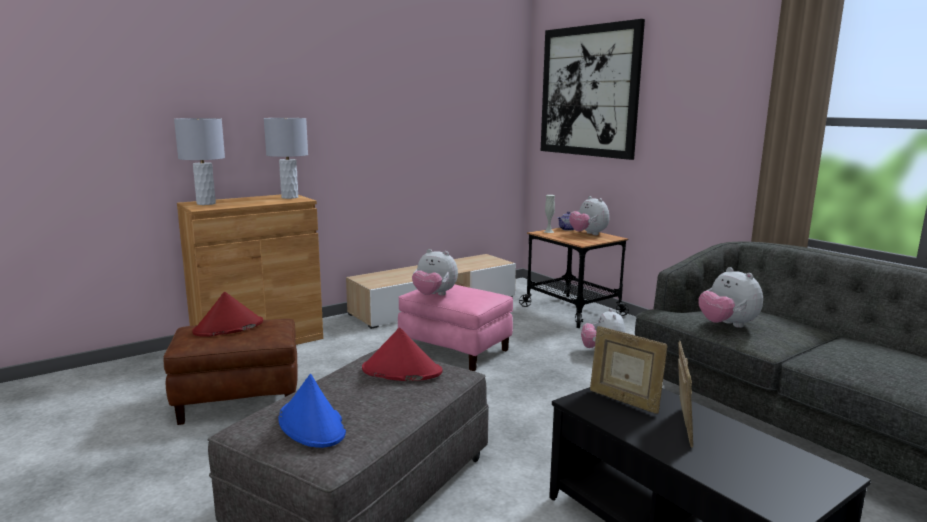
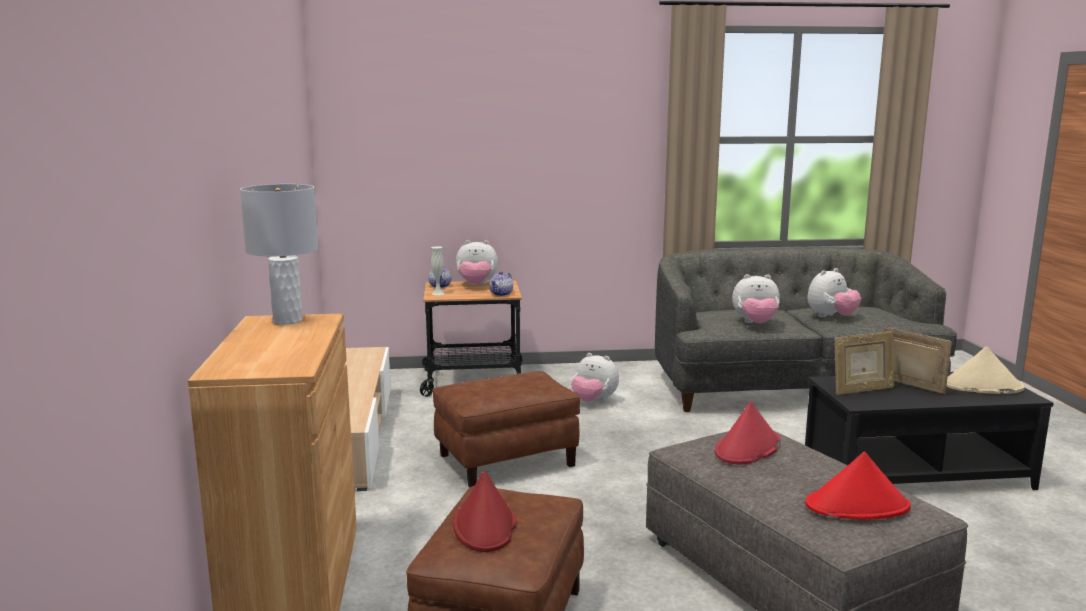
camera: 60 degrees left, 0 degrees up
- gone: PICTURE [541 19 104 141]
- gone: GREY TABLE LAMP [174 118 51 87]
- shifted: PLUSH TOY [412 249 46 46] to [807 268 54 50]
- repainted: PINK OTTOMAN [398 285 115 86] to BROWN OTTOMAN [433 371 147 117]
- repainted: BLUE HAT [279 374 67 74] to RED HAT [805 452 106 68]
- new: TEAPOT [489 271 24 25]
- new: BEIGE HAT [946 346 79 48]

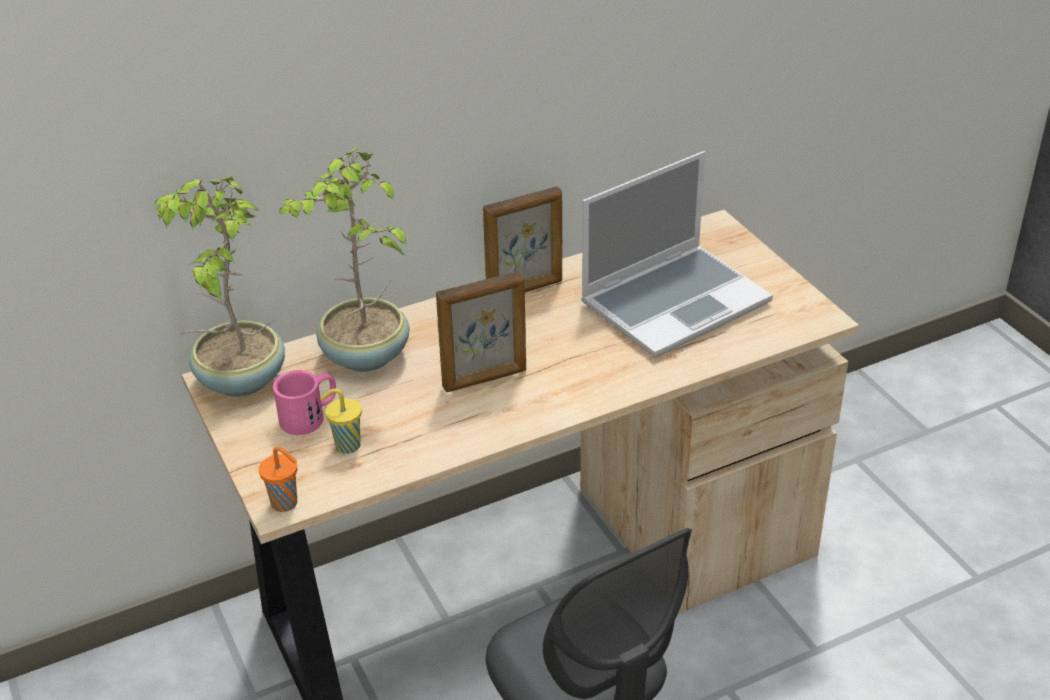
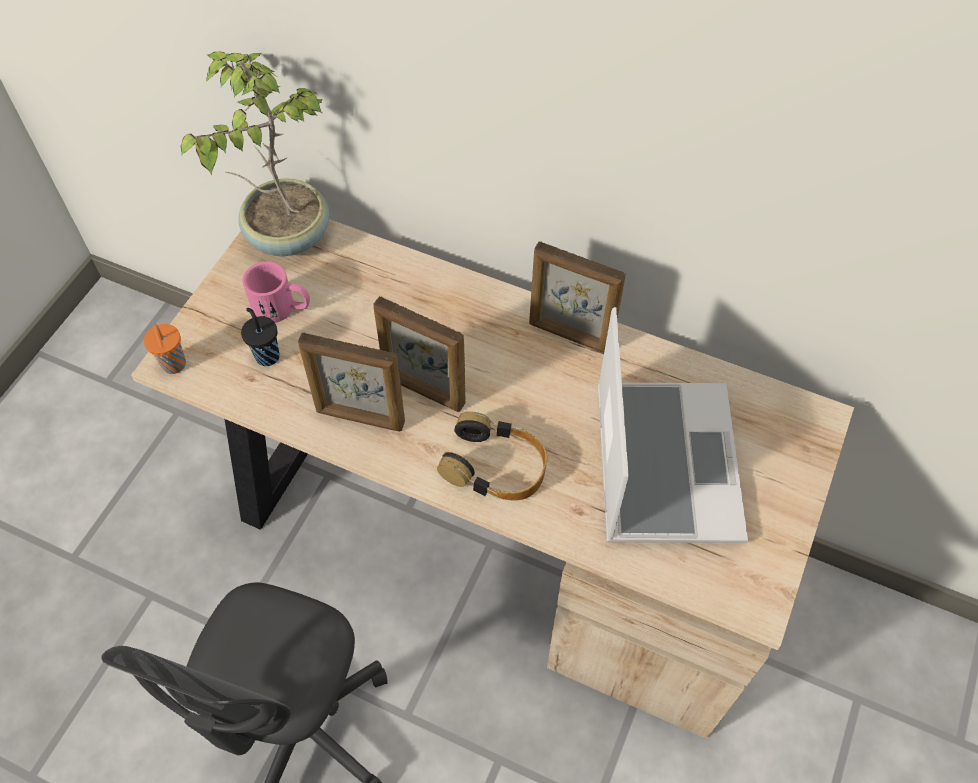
camera: 50 degrees right, 20 degrees up
- gone: POTTED PLANT [278 147 131 225]
- rotated: LAPTOP [581 151 192 206] = [598 307 150 236] 105 degrees counterclockwise
- repainted: YELLOW CUP [320 389 42 65] to BLACK CUP [241 308 38 58]
- new: PICTURE FRAME [298 333 107 98]
- new: HEADPHONES [437 412 110 88]

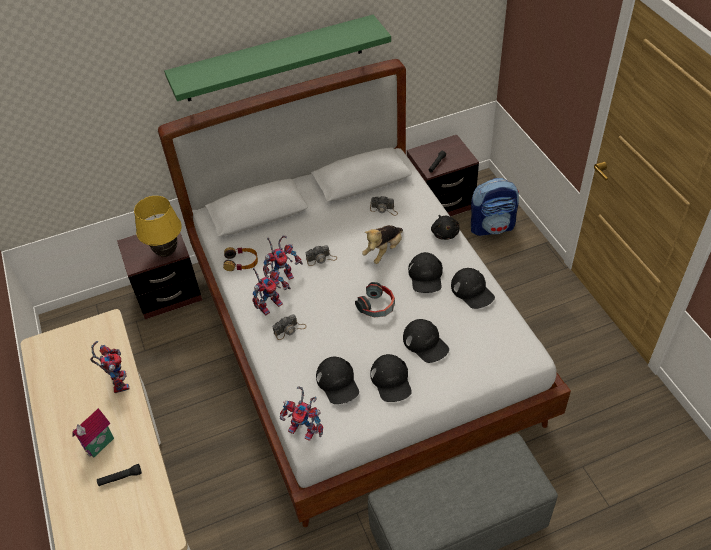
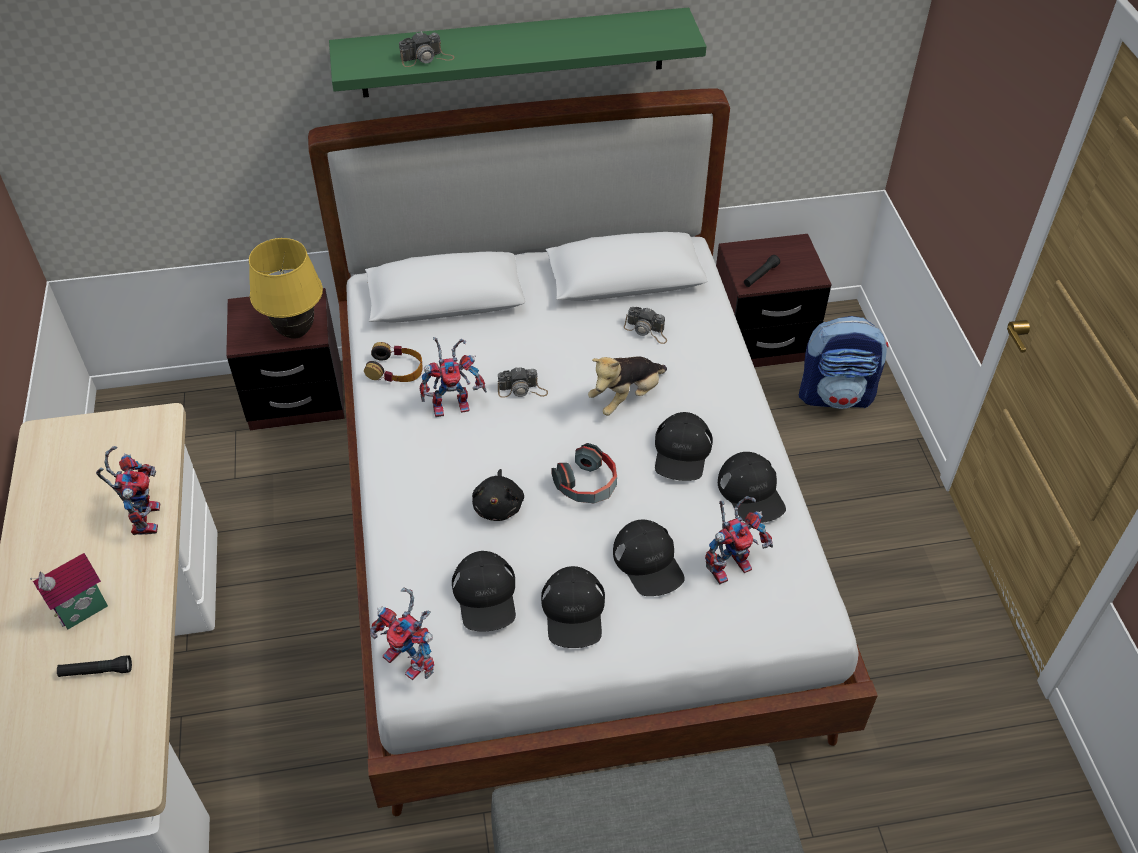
camera: 10 degrees right, 0 degrees up
- shifted: BLACK PLUSH TOY [431 215 29 25] to [472 469 52 52]
- shifted: TOY ROBOT [253 263 38 53] to [705 496 68 89]
- shifted: PHOTO CAMERA [273 314 34 26] to [399 31 56 36]

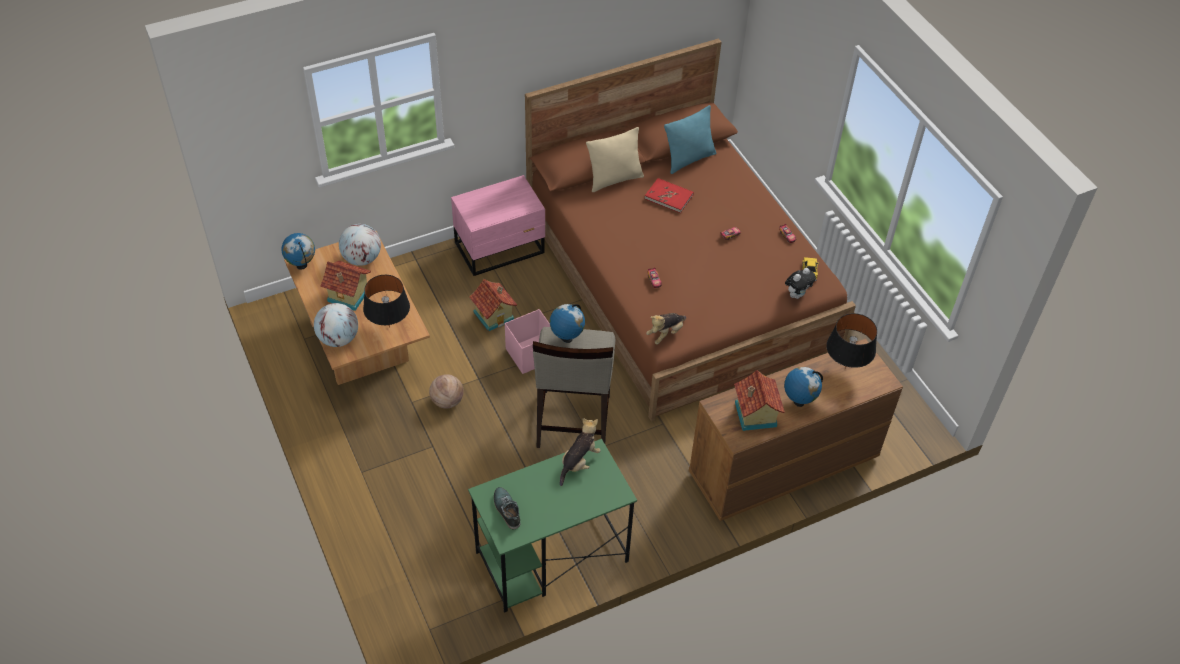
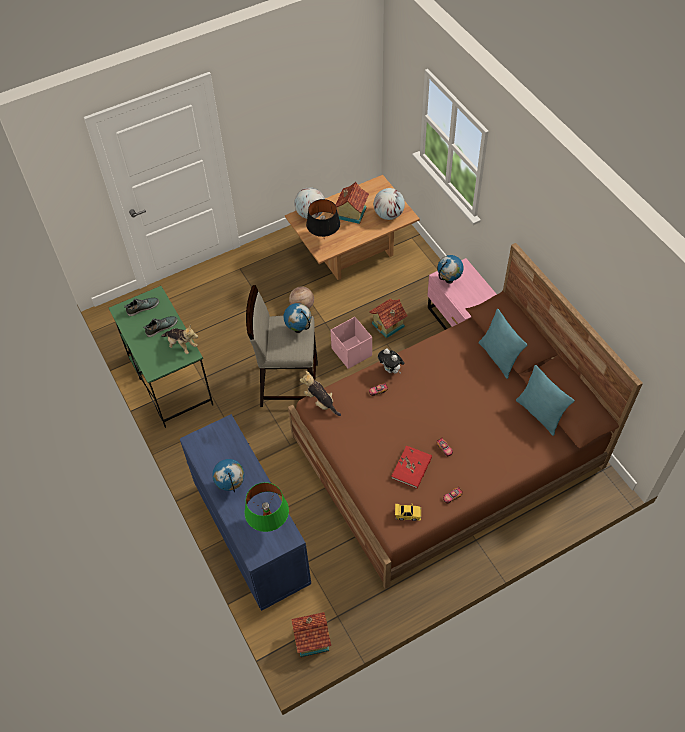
camera: 90 degrees right, 5 degrees up
- repainted: BEIGE PILLOW [586 127 58 65] to TURQUOISE PILLOW [479 309 49 70]
- shifted: RED BOOK [645 178 49 35] to [391 446 41 43]
- shifted: GLOBE [281 233 34 37] to [437 255 27 29]
- shifted: PLUSH TOY [785 268 31 31] to [378 349 26 25]
- repainted: BLACK TABLE LAMP [826 313 51 56] to GREEN TABLE LAMP [245 482 44 50]
- repainted: BROWN DRESSER [689 338 214 183] to BLUE DRESSER [180 414 131 197]
- shifted: TOY HOUSE [734 370 51 61] to [291 612 40 45]
- new: SHOE [143 316 35 21]

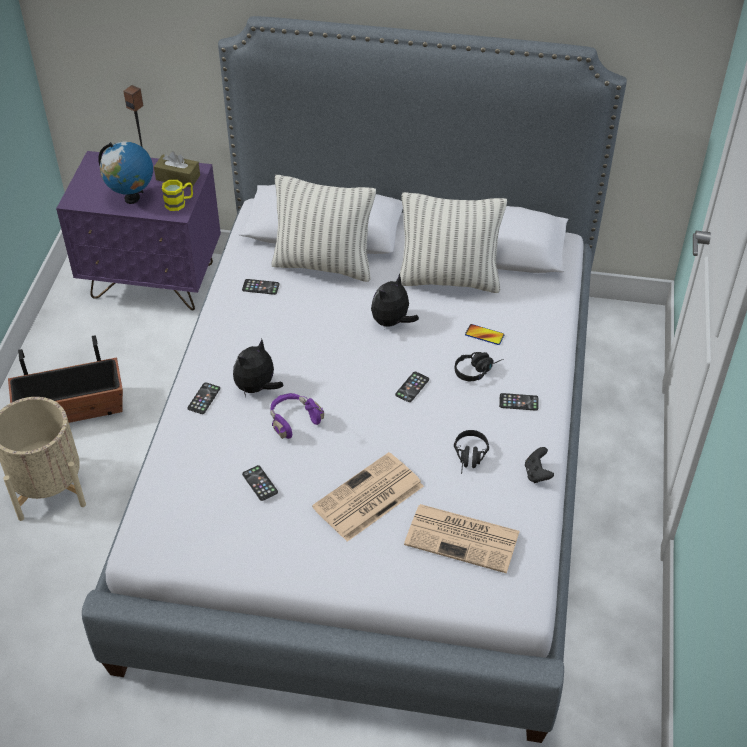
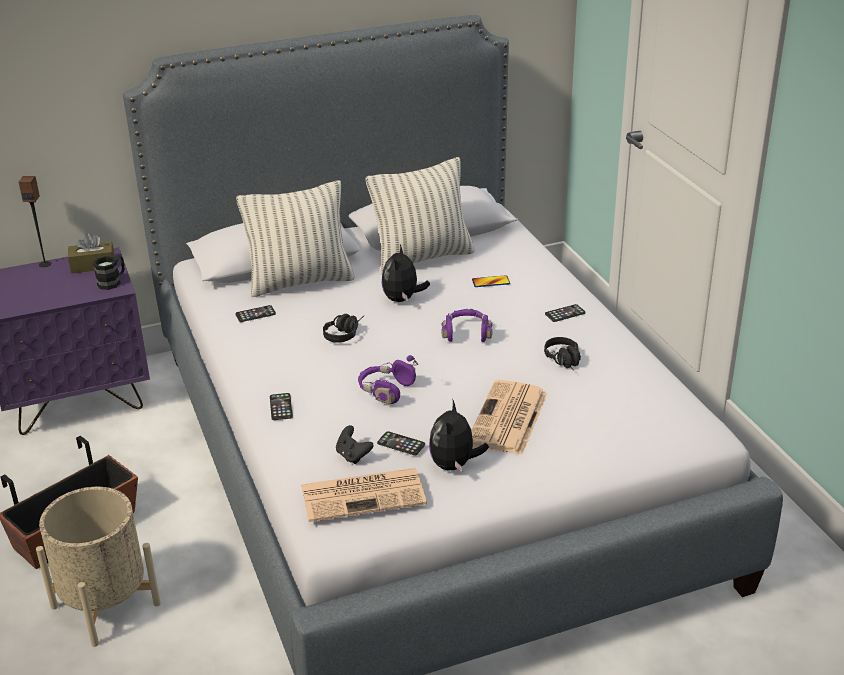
camera: 30 degrees left, 15 degrees down
- gone: GLOBE [98 142 55 62]
- repainted: YELLOW MUG [162 180 31 31] to BLACK MUG [93 256 31 34]
- shifted: PLUSH TOY [233 339 50 58] to [429 400 60 72]
- shifted: BLACK HEADPHONES [455 352 48 29] to [323 314 42 29]
- swapped: PHONE [395 372 34 30] to PURPLE HEADPHONES [441 309 52 33]
- shifted: BLACK GAME CONTROLLER [525 447 29 36] to [336 425 38 39]
- shifted: NEWSPAPER [404 504 116 69] to [301 468 126 54]

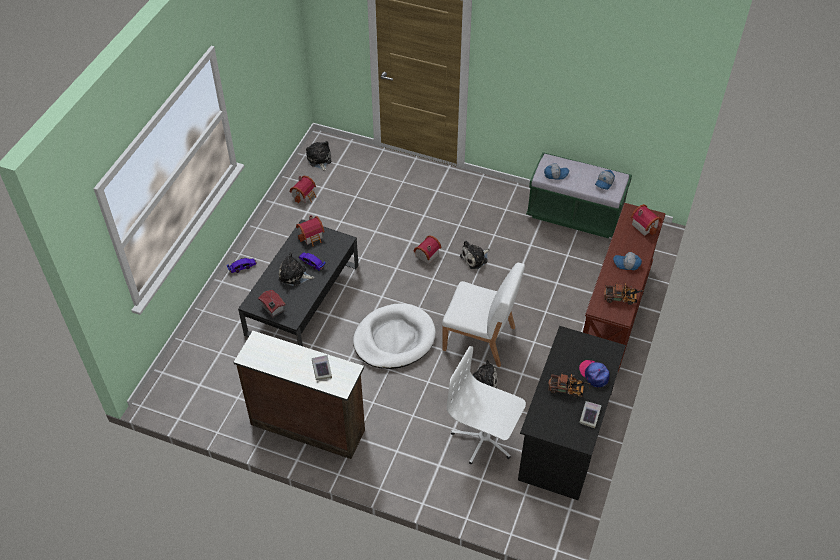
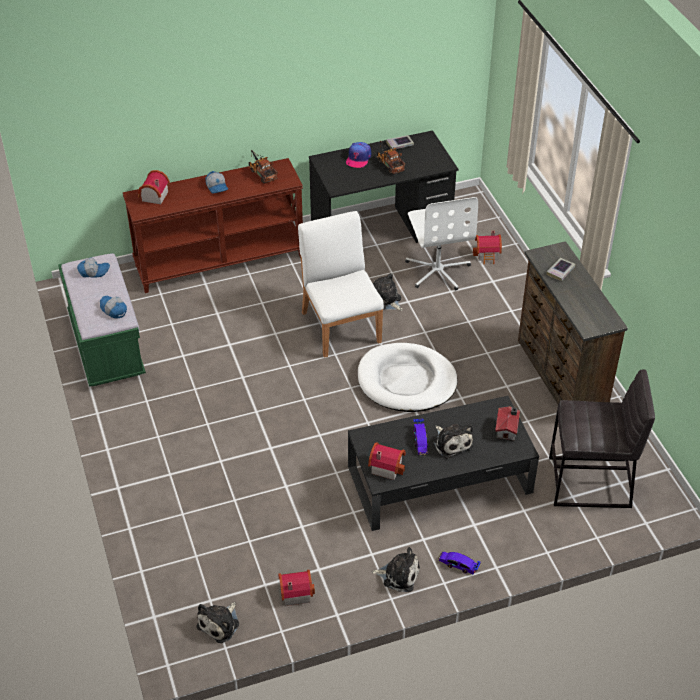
camera: 130 degrees left, 5 degrees down
- shifted: TOY HOUSE [414 235 27 29] to [473 231 29 33]
- shifted: PLUSH TOY [460 240 29 29] to [371 547 49 45]
- new: GREY STOOL [549 370 106 138]

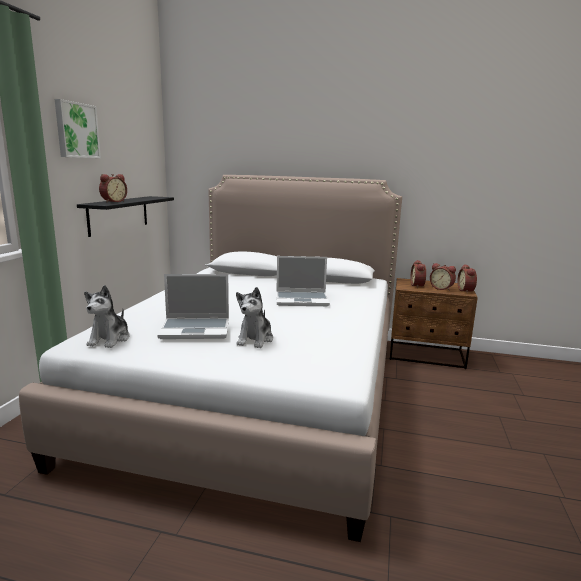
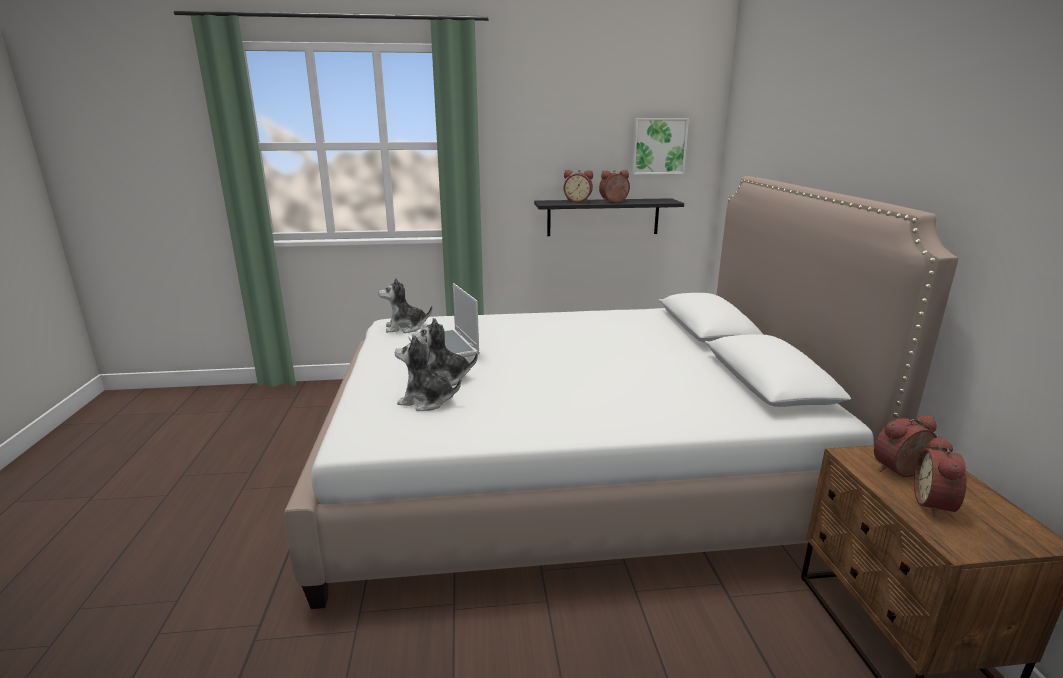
camera: 70 degrees right, 5 degrees up
- shifted: PICTURE [55 99 46 59] to [631 118 58 57]
- gone: LAPTOP [276 256 54 50]
- shifted: ALARM CLOCK [458 265 19 29] to [599 170 31 33]
- new: PLUSH TOY [395 335 66 76]

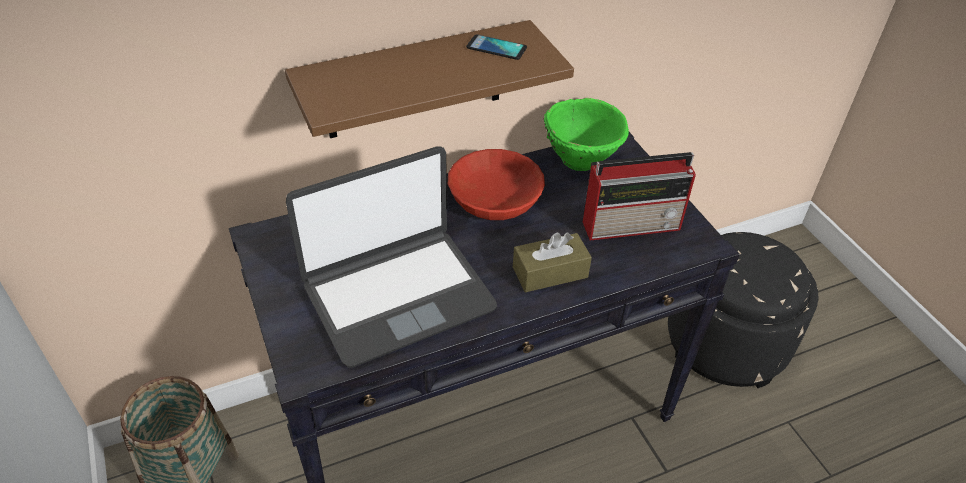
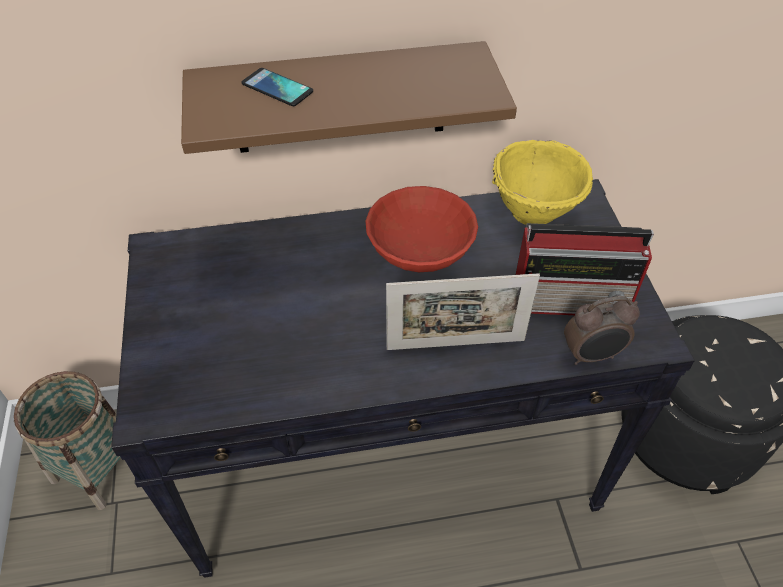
camera: 15 degrees right, 5 degrees up
- shifted: PHONE [466 34 61 26] to [241 68 72 38]
- repainted: GREEN BOWL [544 98 85 73] to YELLOW BOWL [492 140 101 85]
- gone: LAPTOP [286 146 211 222]
- swapped: BROWN TISSUE BOX [513 232 79 60] to PICTURE FRAME [386 273 154 77]
- new: ALARM CLOCK [564 296 76 69]

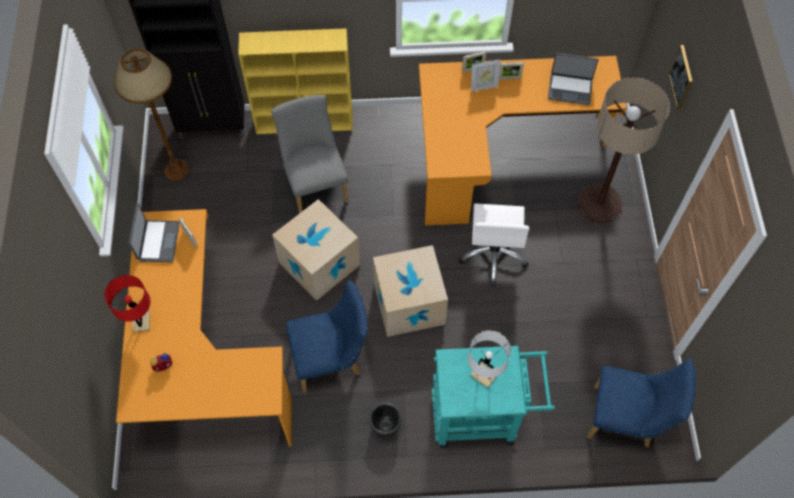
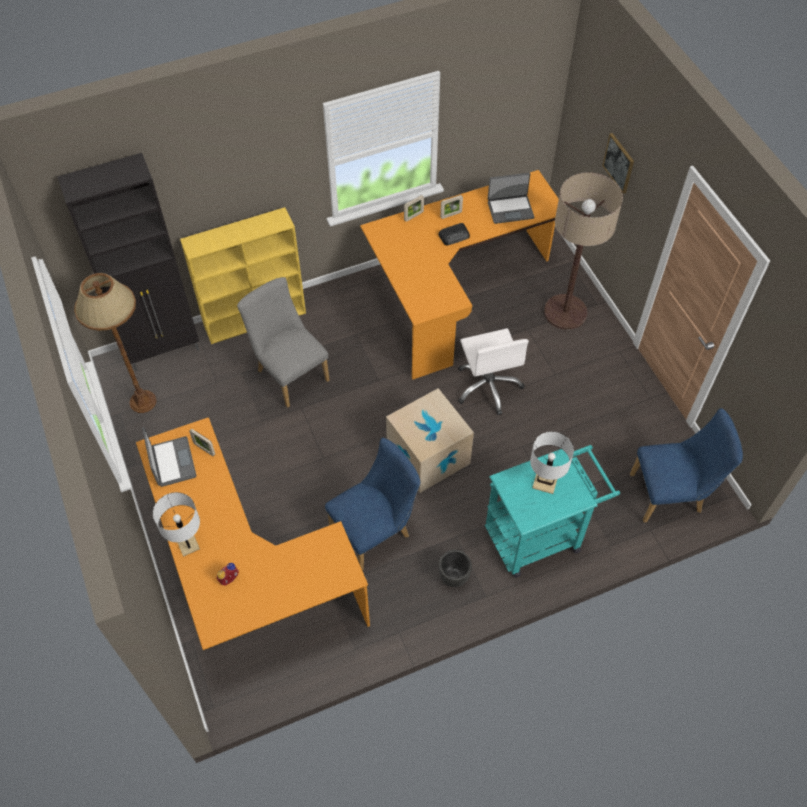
camera: 20 degrees left, 5 degrees down
- gone: PICTURE FRAME [471 60 29 32]
- gone: CARDBOARD BOX [272 199 88 102]
- repainted: RED TABLE LAMP [104 275 46 57] to WHITE TABLE LAMP [153 492 47 65]
- new: RADIO [438 223 32 22]

